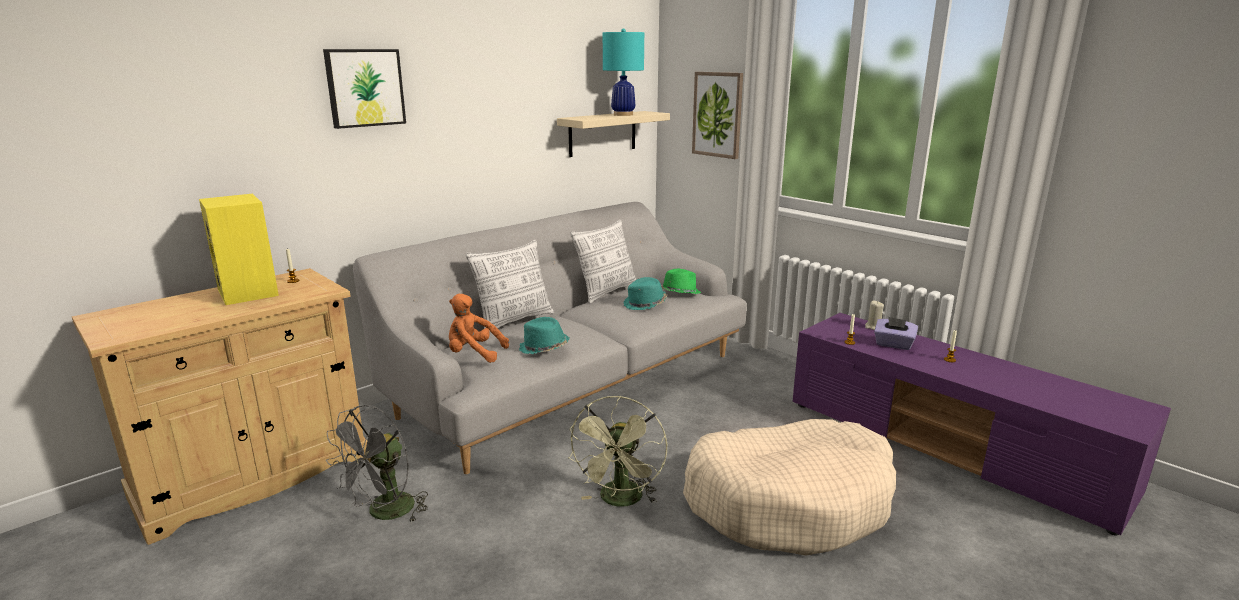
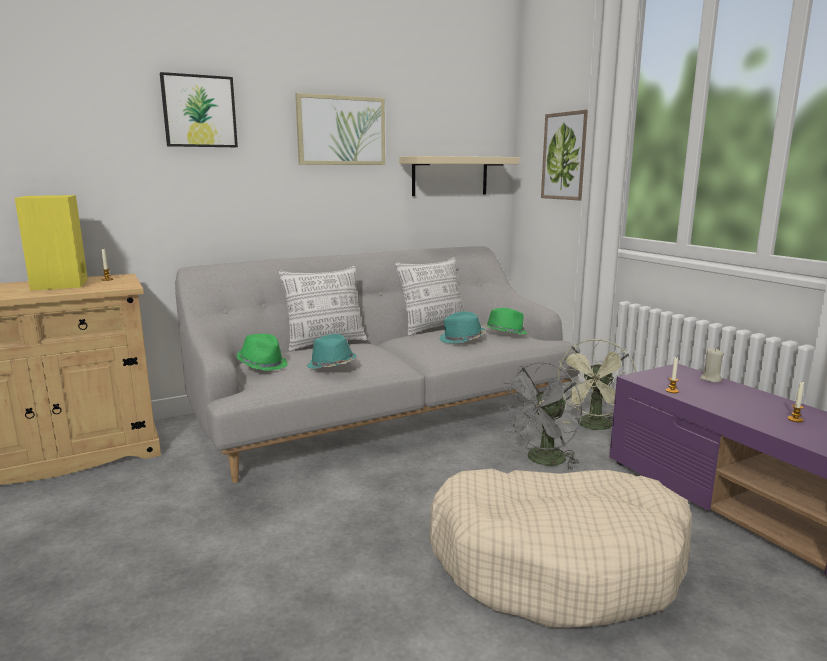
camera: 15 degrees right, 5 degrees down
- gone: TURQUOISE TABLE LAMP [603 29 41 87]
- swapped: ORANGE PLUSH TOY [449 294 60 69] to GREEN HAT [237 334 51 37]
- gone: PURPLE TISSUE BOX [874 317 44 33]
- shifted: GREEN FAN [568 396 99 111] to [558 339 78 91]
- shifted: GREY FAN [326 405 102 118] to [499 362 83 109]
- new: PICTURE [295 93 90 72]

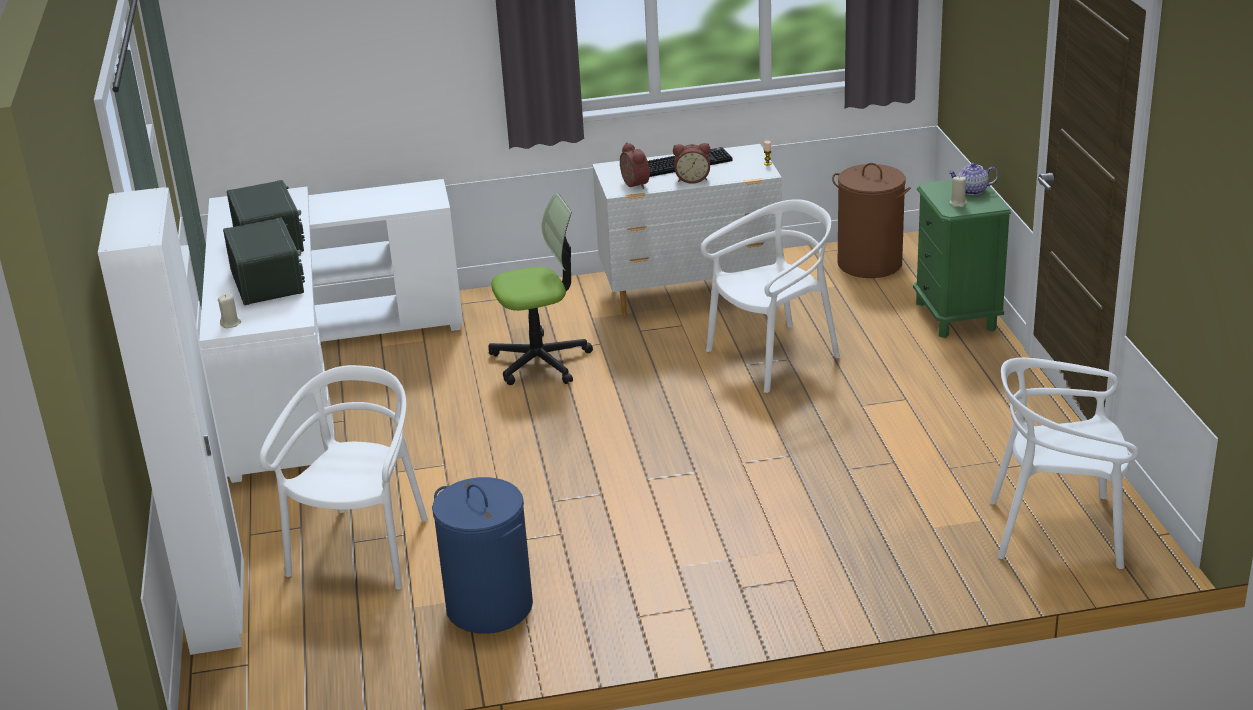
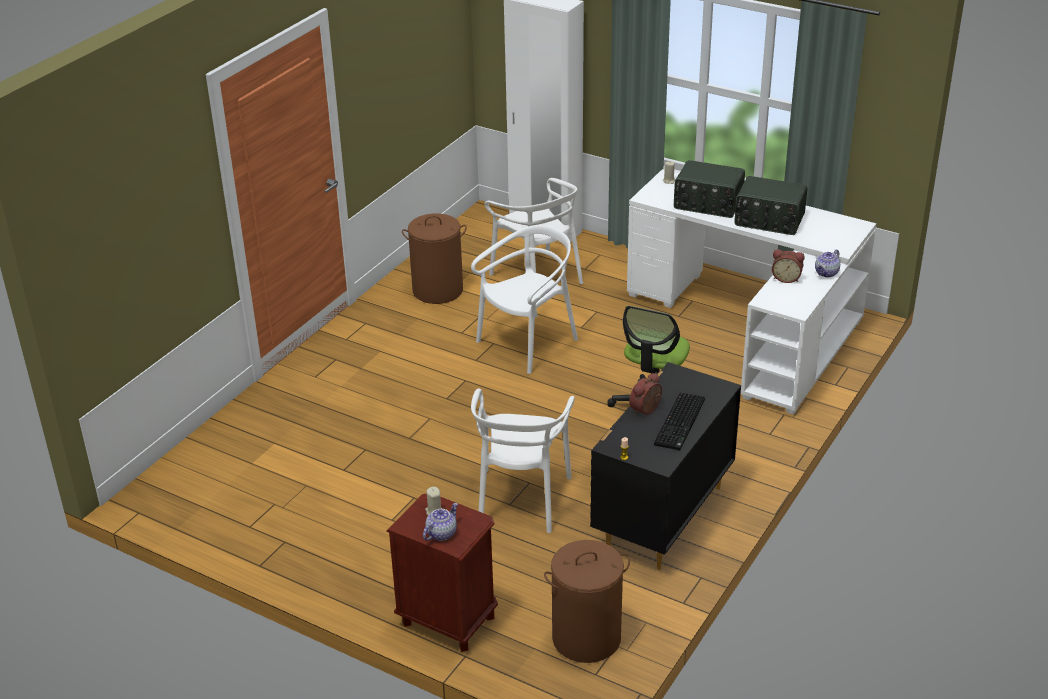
camera: 130 degrees right, 5 degrees up
- shifted: ALARM CLOCK [620 142 30 47] to [772 249 33 34]
- repainted: WHITE DRESSER [592 144 190 172] to BLACK DRESSER [590 362 151 208]
- repainted: GREEN NIGHTSTAND [913 179 98 159] to BROWN NIGHTSTAND [387 494 111 158]
- shifted: WHITE CHAIR [990 358 148 211] to [471 225 107 149]
- repainted: BLUE LAUNDRY BASKET [432 477 101 157] to BROWN LAUNDRY BASKET [402 214 65 90]
- new: TEAPOT [815 249 25 28]

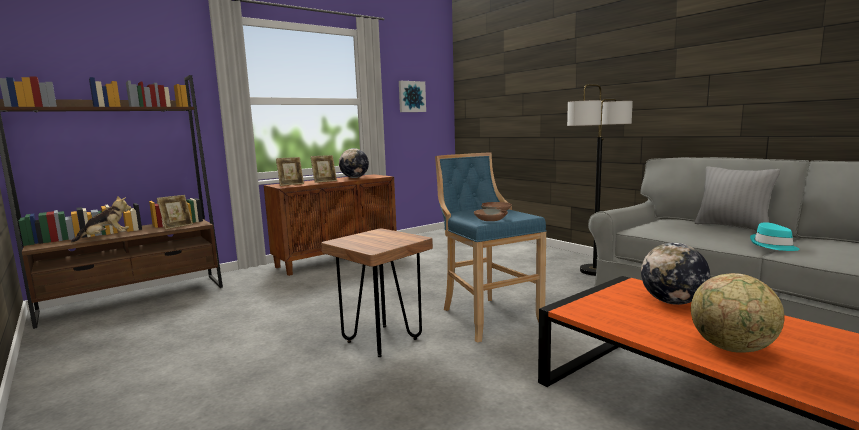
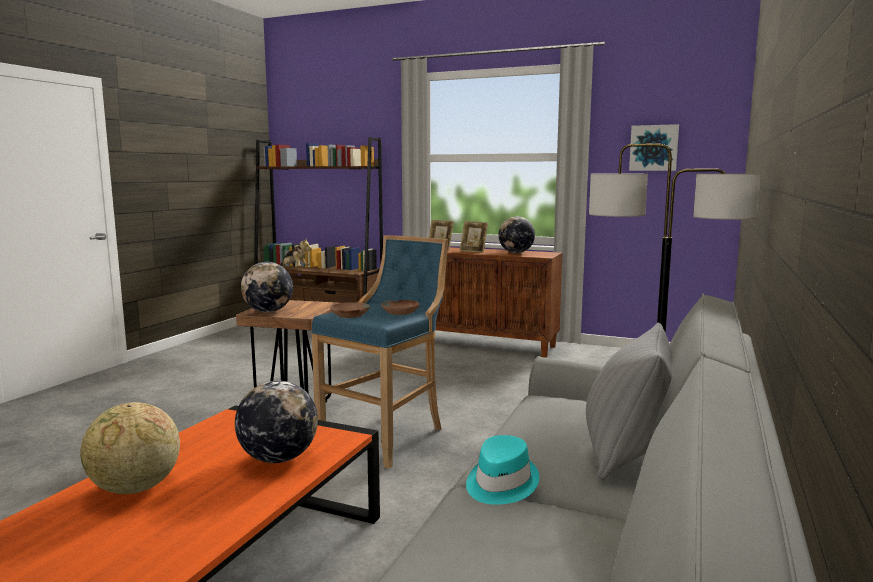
camera: 60 degrees right, 0 degrees up
- gone: PICTURE FRAME [157 195 36 34]
- new: GLOBE [241 262 52 50]

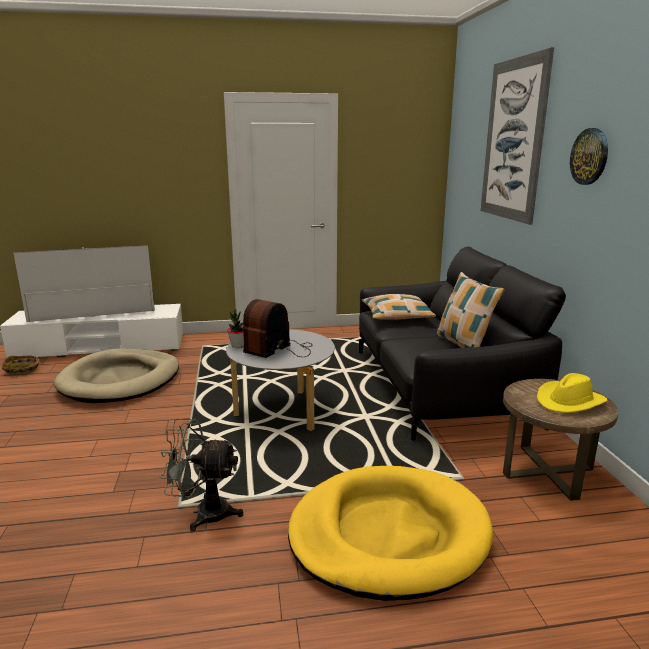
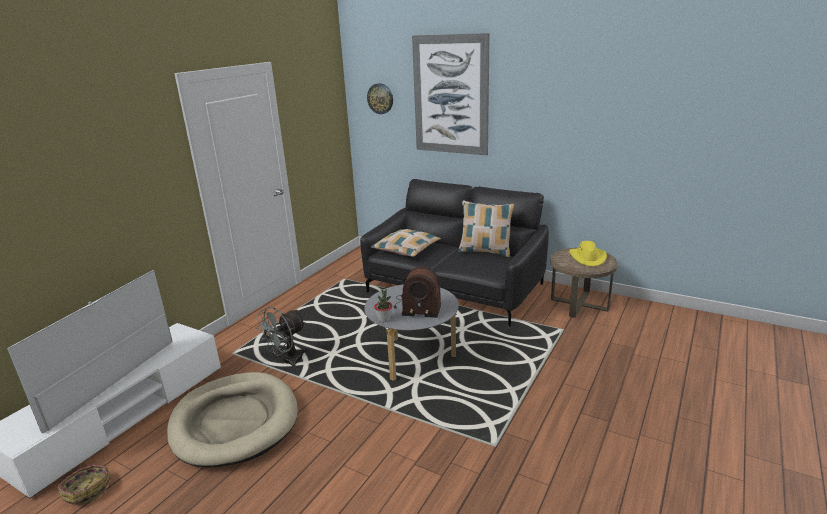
camera: 50 degrees left, 5 degrees up
- shifted: WALL CLOCK [570 128 38 57] to [367 83 26 31]
- rotated: RADIO [242 299 69 59] = [394 266 47 52] 60 degrees counterclockwise
- shifted: GREY FAN [160 419 83 112] to [255 307 53 62]
- gone: YELLOW DOG BED [288 466 205 135]

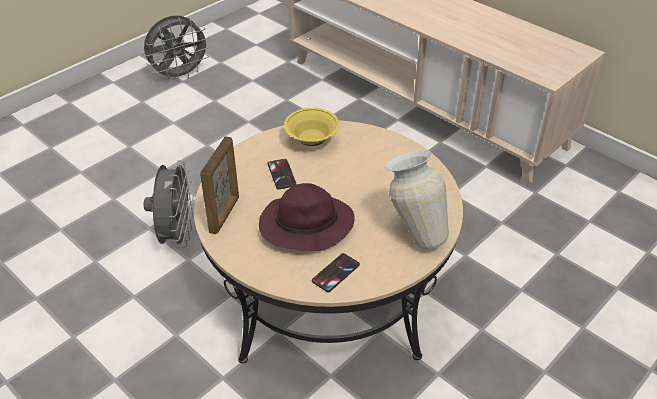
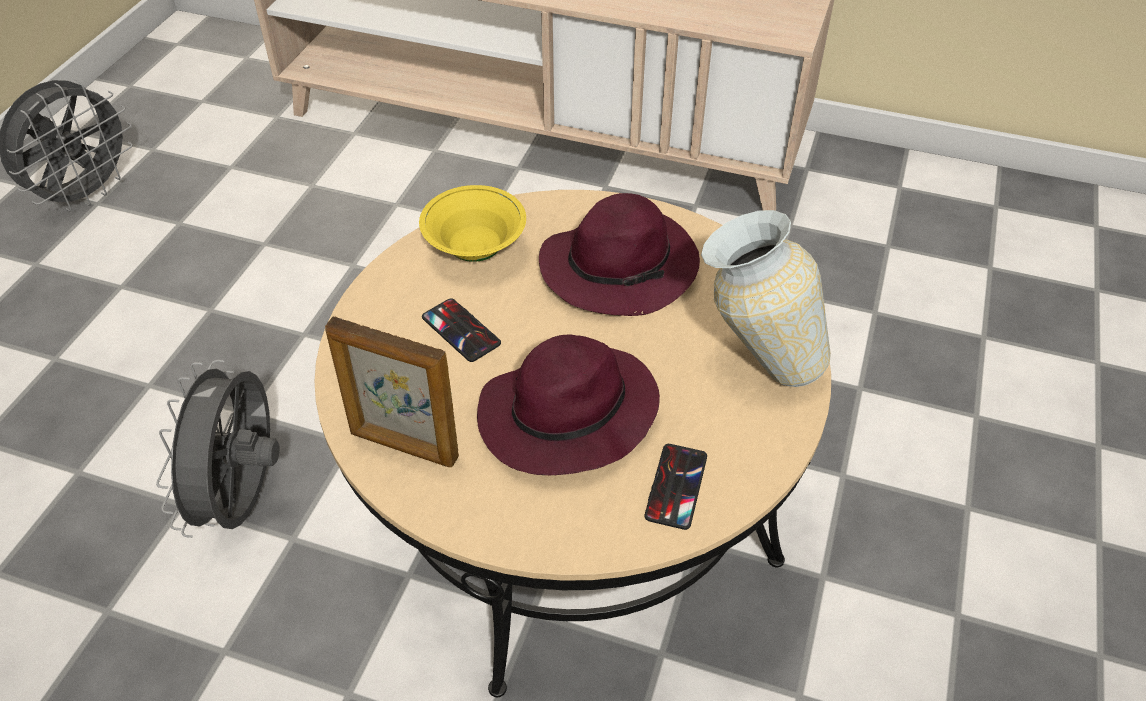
camera: 25 degrees left, 5 degrees up
- rotated: PICTURE FRAME [200 136 39 98] = [325 317 134 150] 120 degrees clockwise
- rotated: GREY FAN [144 160 50 88] = [156 360 124 178] 150 degrees counterclockwise
- new: PURPLE HAT [539 193 161 123]

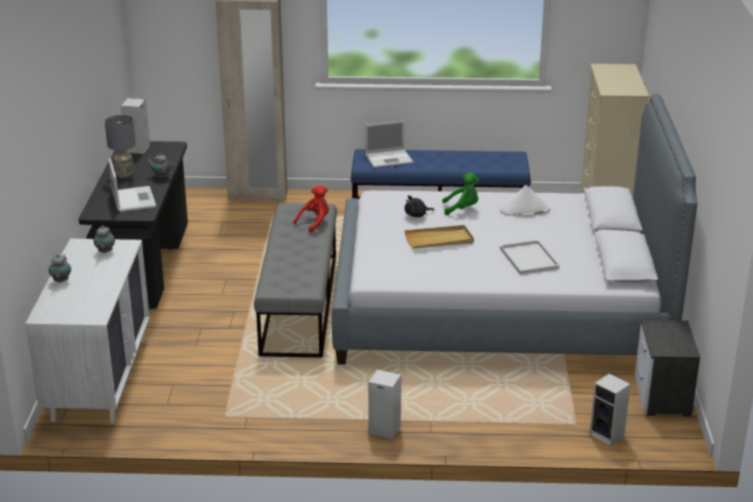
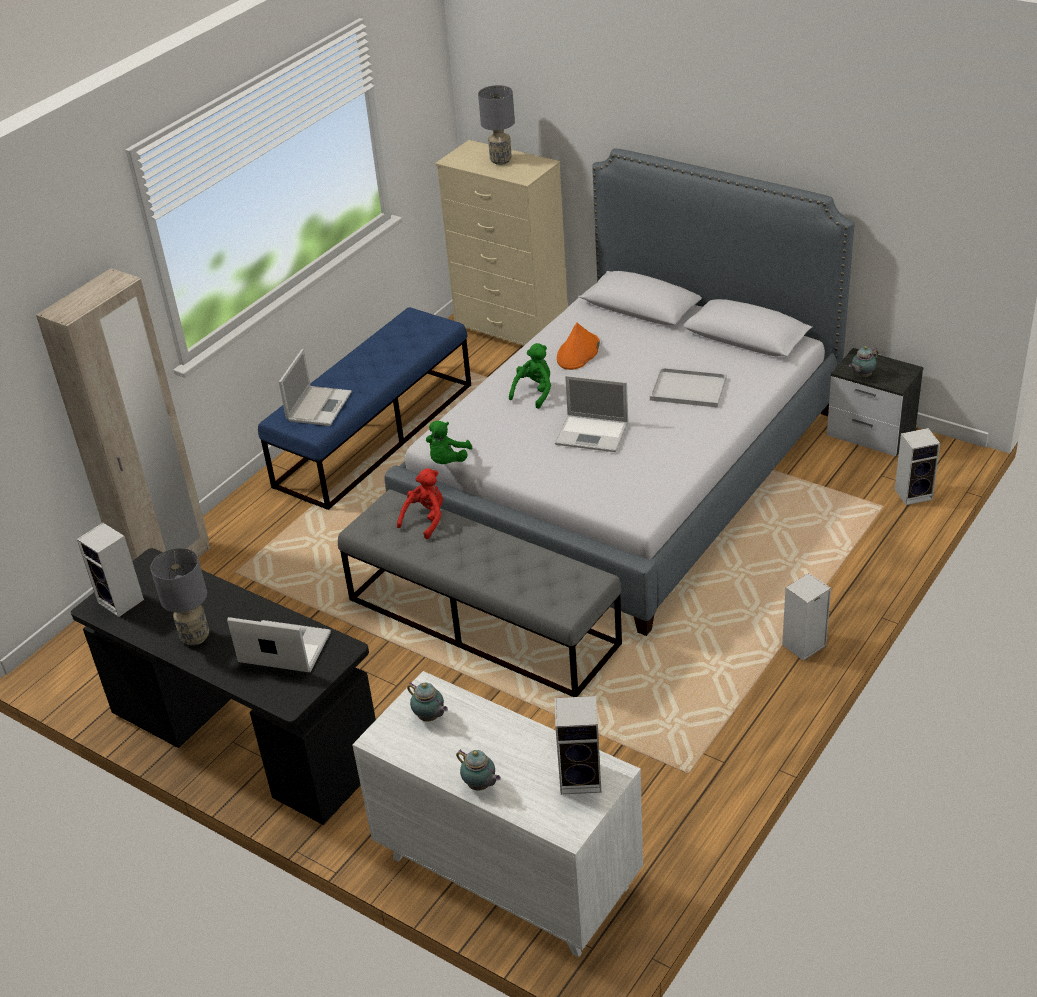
camera: 55 degrees left, 10 degrees up
- shifted: TEAPOT [147 153 27 25] to [849 346 29 31]
- rotated: RED PLUSH TOY [293 185 36 48] = [397 468 46 71] 45 degrees clockwise
- repainted: WHITE HAT [500 185 50 31] to ORANGE HAT [557 323 43 47]
- gone: BLACK PLUSH TOY [405 195 29 22]
- swapped: BEIGE TRAY [404 225 70 24] to LAPTOP [555 375 73 77]
- new: GREY TABLE LAMP [478 85 37 80]
- new: GREEN PLUSH TOY [426 420 47 44]
- new: SPEAKER [555 696 46 99]

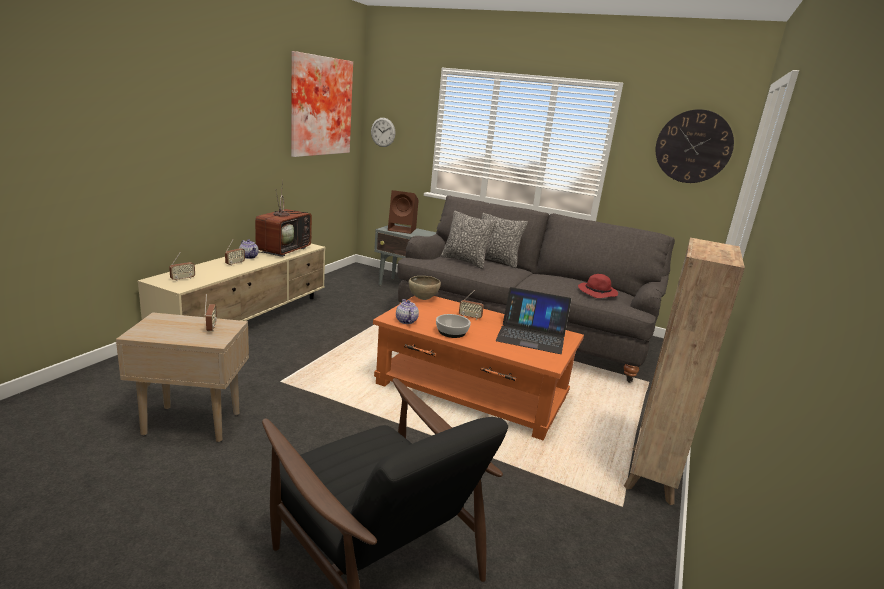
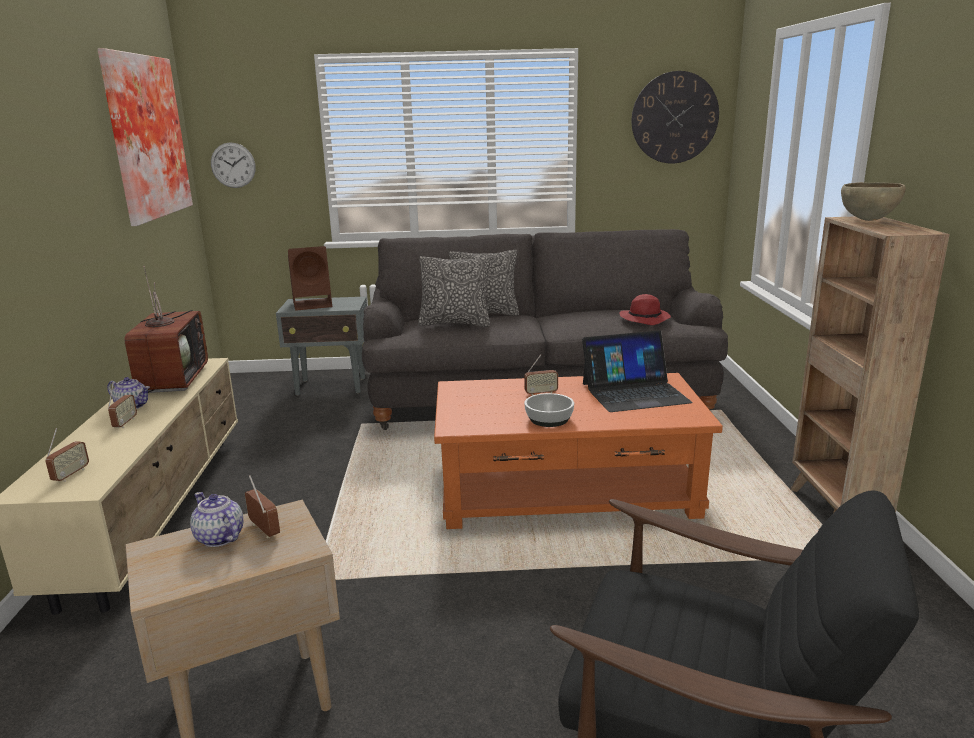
camera: 25 degrees left, 0 degrees up
- shifted: BROWN BOWL [409 276 32 24] to [841 182 65 39]
- shifted: TEAPOT [396 299 23 25] to [190 492 53 55]

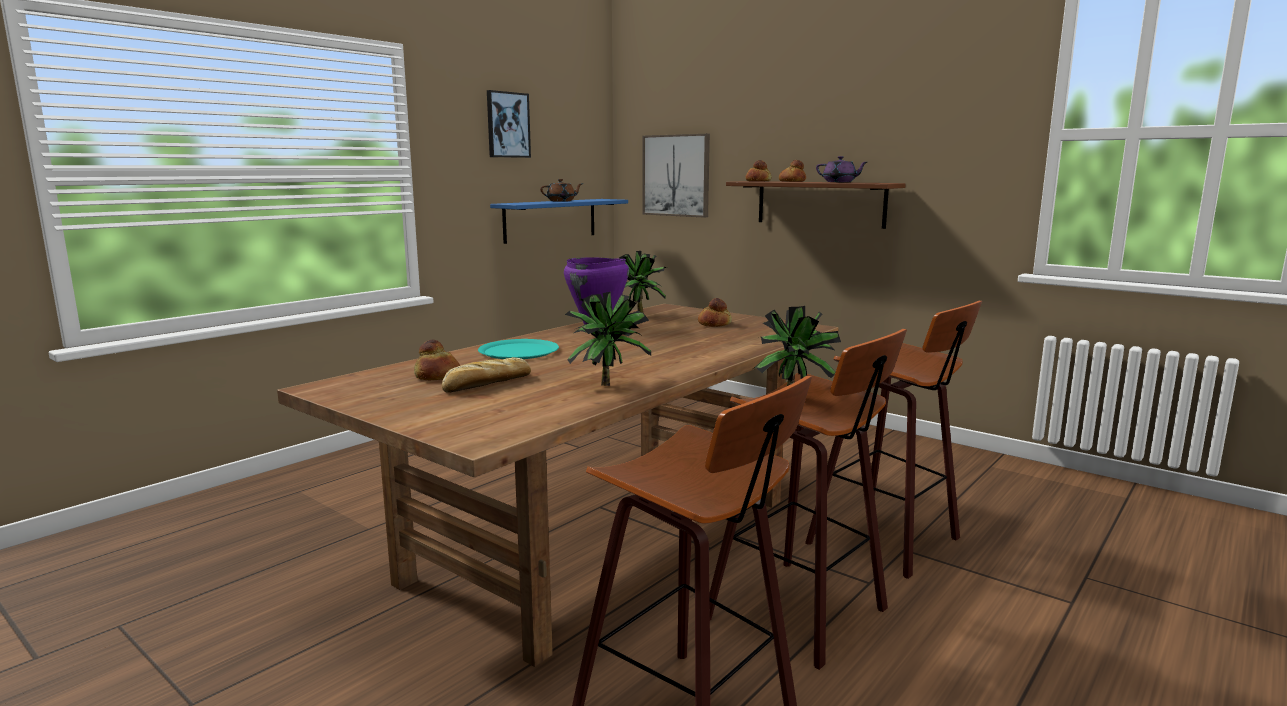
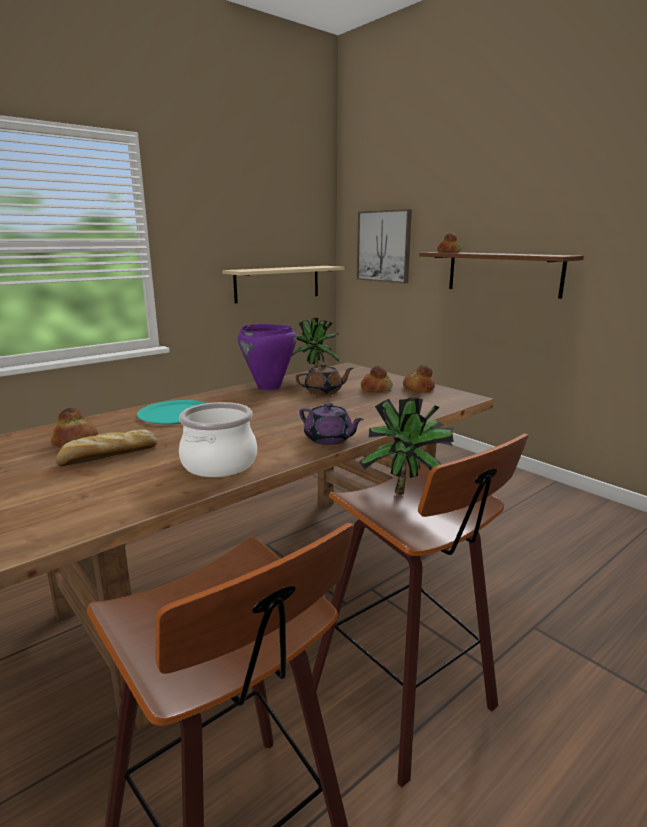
camera: 10 degrees right, 5 degrees up
- gone: PICTURE [487 90 44 68]
- shifted: PURPLE TEAPOT [816 156 51 26] to [299 402 65 43]
- shifted: BREAD [779 160 27 22] to [403 365 32 28]
- shifted: BROWN TEAPOT [540 179 42 23] to [296 363 57 32]
- repainted: BLUE SHELF [490 199 138 45] to BEIGE SHELF [222 266 123 37]
- swapped: POTTED PLANT [565 291 86 95] to COOKING POT [179 402 78 75]
- gone: STOOL [805 301 177 278]

